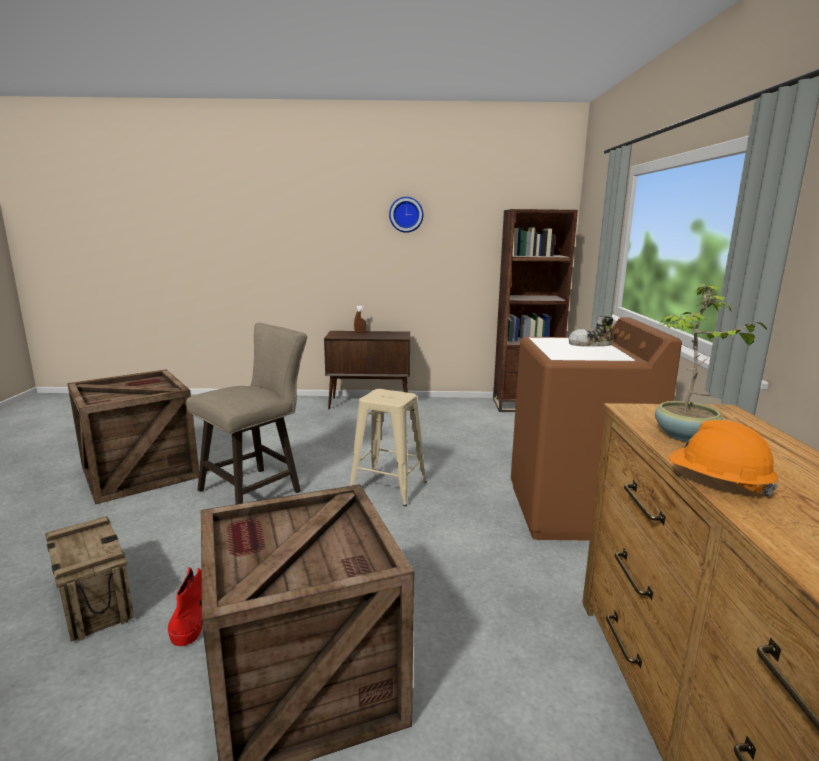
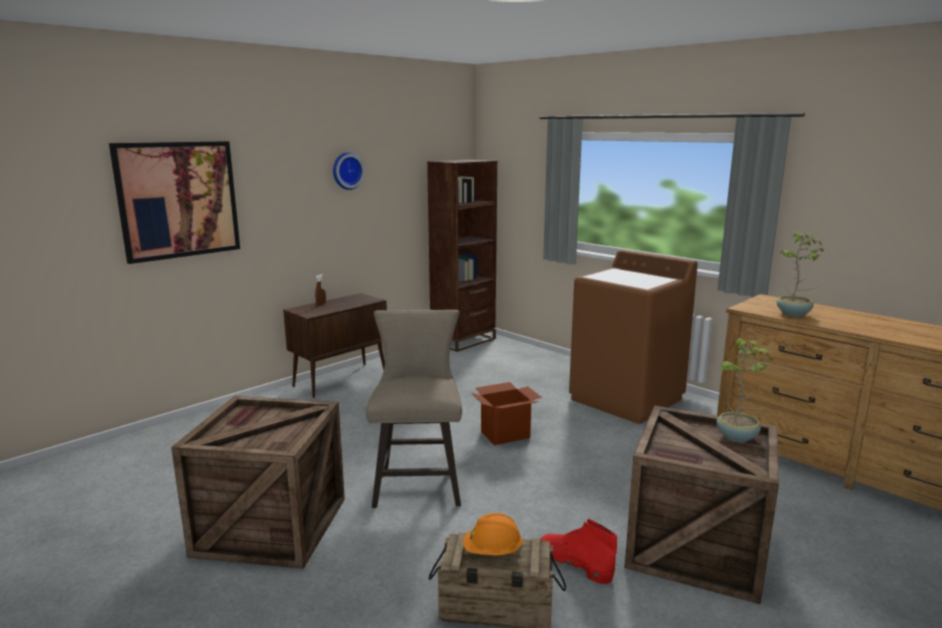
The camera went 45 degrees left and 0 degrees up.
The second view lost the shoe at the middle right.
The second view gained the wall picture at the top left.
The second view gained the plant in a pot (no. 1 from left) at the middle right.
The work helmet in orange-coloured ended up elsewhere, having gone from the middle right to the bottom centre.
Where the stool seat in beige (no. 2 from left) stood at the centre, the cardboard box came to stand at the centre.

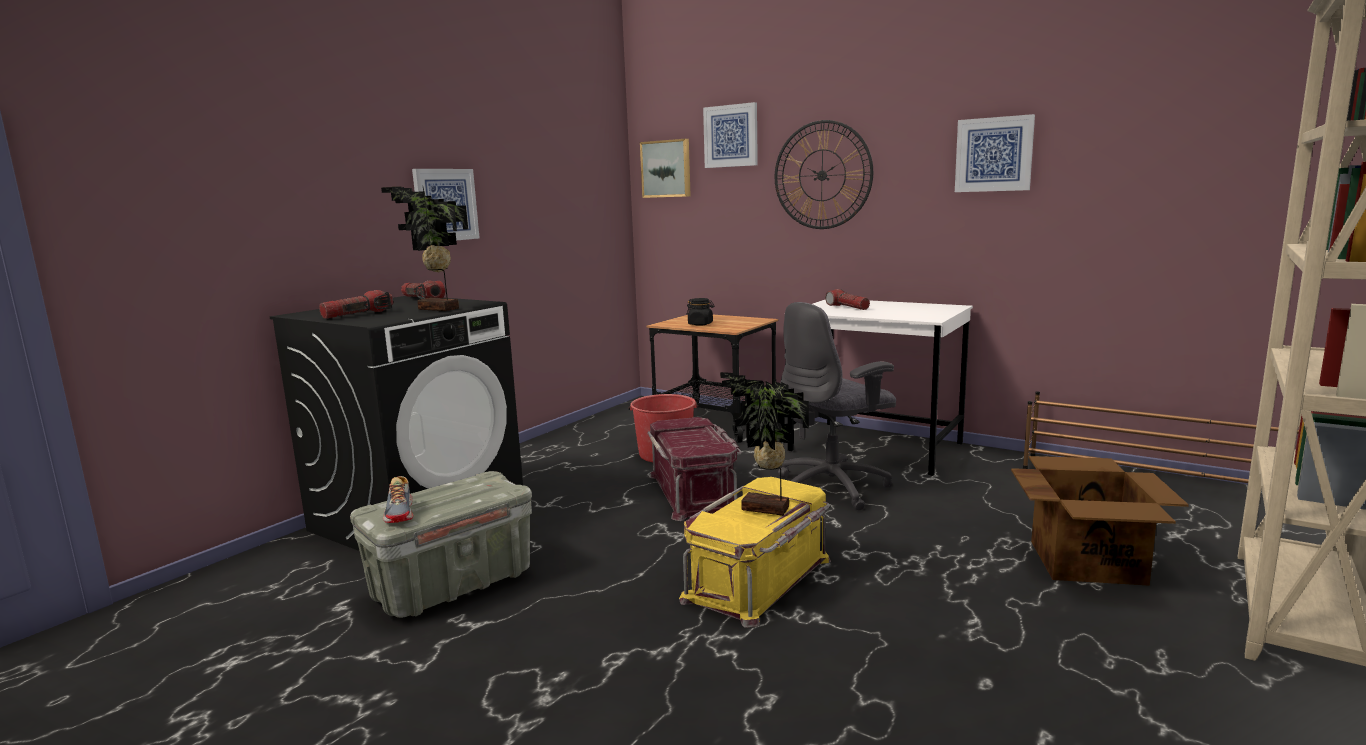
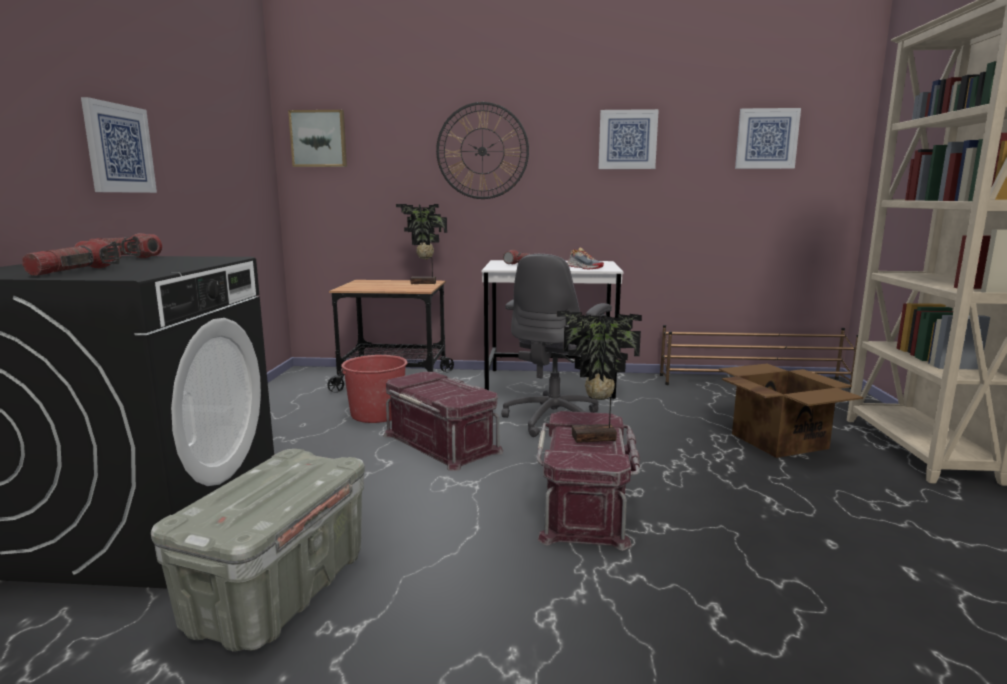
The camera went 30 degrees left and 0 degrees up.
The second view lost the storage jar in black-coloured at the centre.
The plant in a pot (no. 1 from left) ended up elsewhere, having gone from the top left to the centre.
The shoe ended up elsewhere, having gone from the bottom left to the centre.
The wall picture (no. 3 from left in the first image) ended up elsewhere, having gone from the top centre to the top right.
What was the storage bin in yellow-coloured at the bottom centre turned into the storage bin in red (no. 2 from left) at the bottom centre.

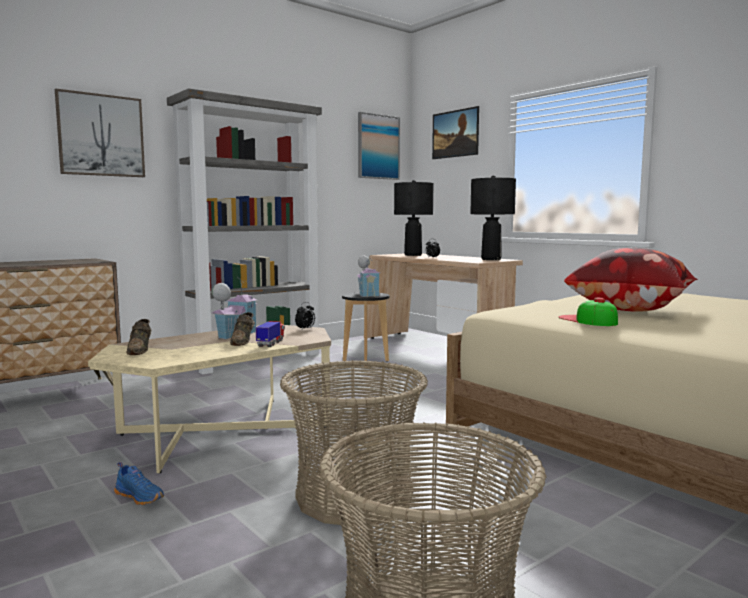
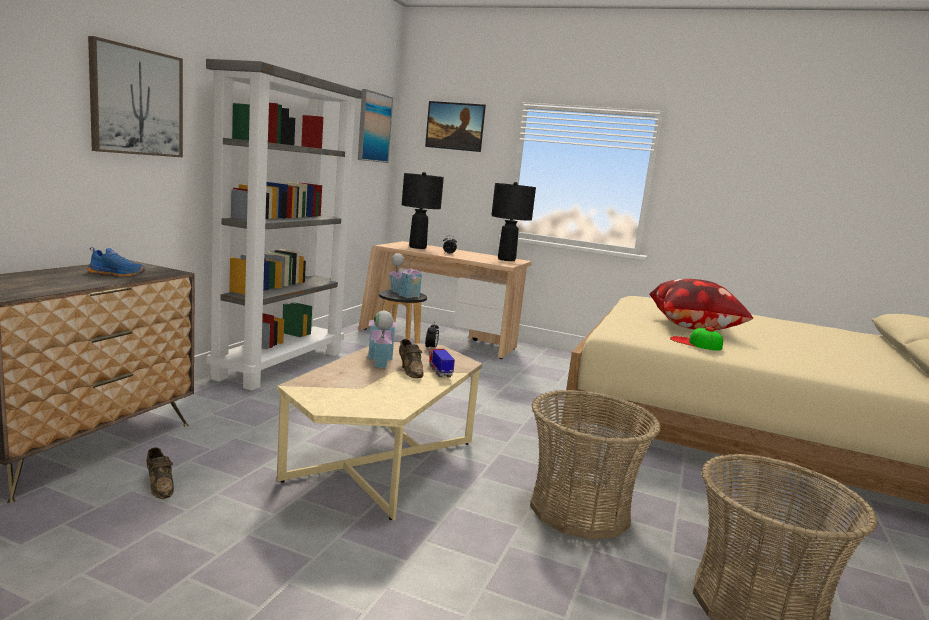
The camera went 30 degrees left and 5 degrees up.
The shoe in bluish ended up elsewhere, having gone from the bottom left to the middle left.
The shoe in brown (no. 1 from left) ended up elsewhere, having gone from the middle left to the bottom left.

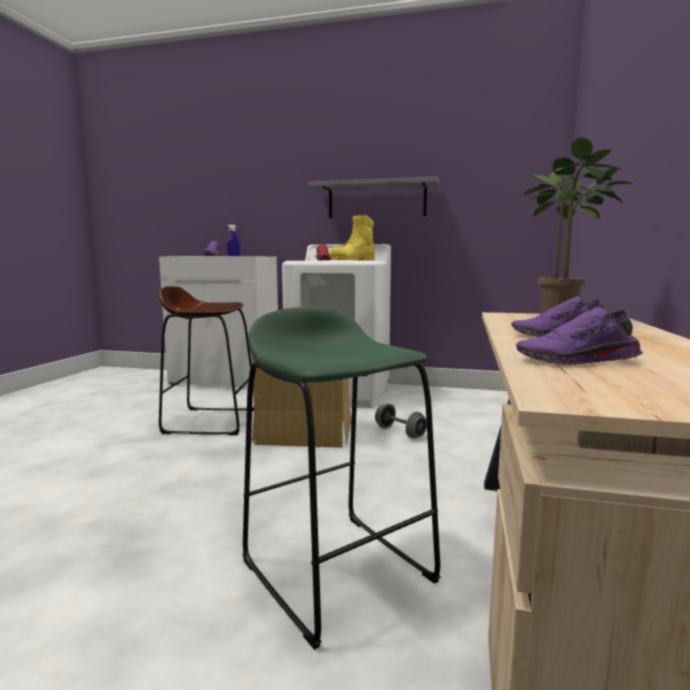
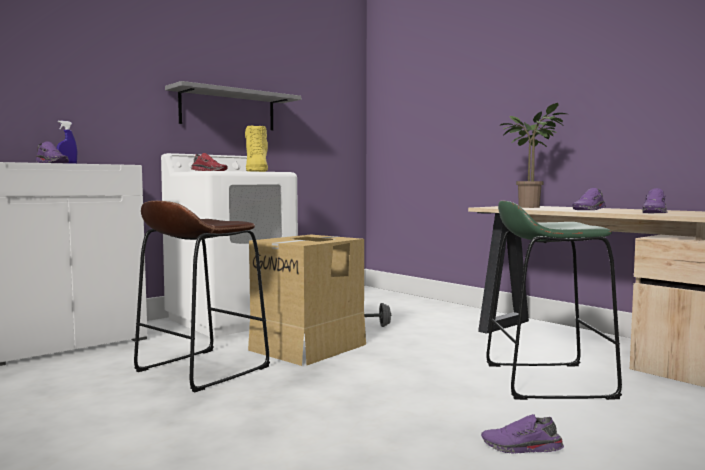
The camera went 55 degrees left and 5 degrees down.
The second view gained the shoe in purple-coloured (no. 2 from left) at the bottom right.

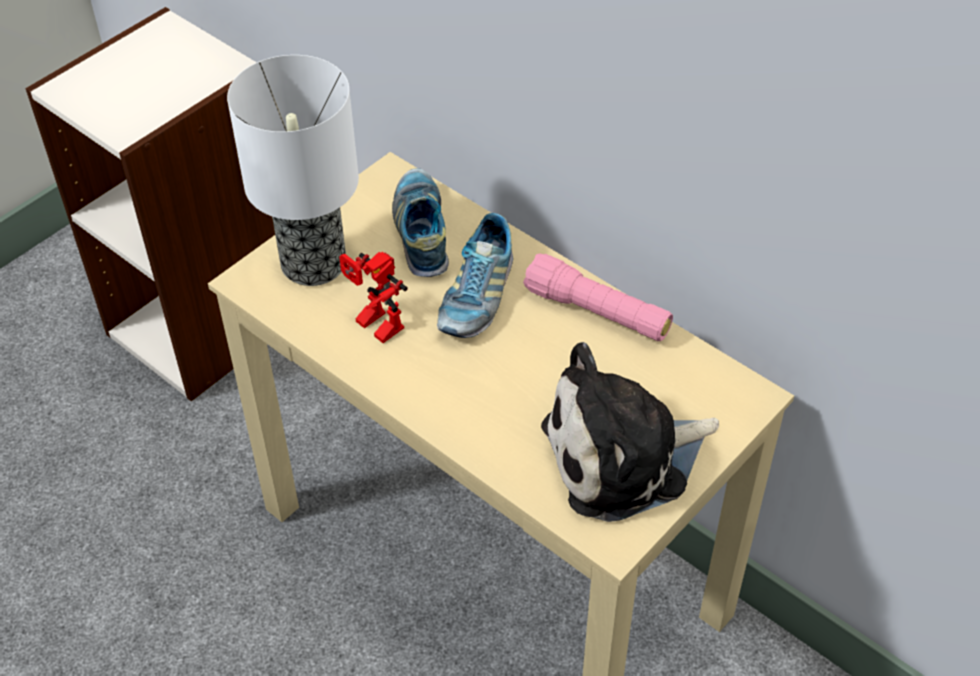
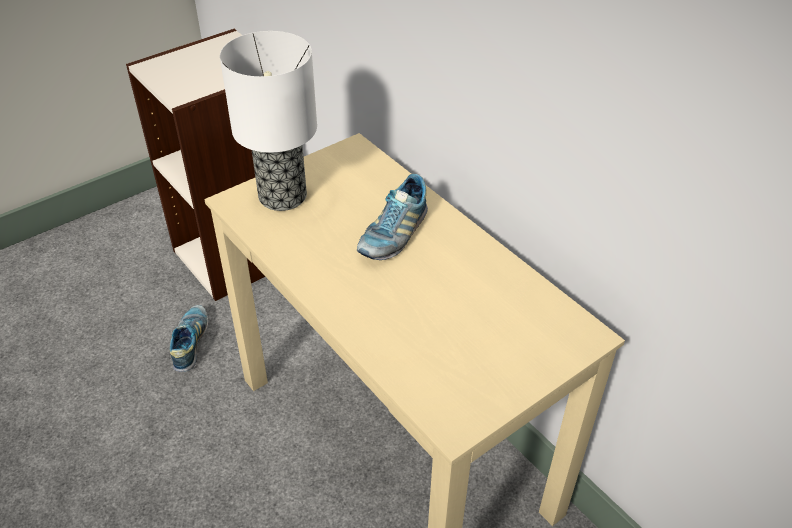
The camera went 10 degrees right and 5 degrees down.
The second view lost the model robot at the centre.
The second view lost the torch in pink at the centre.
The second view lost the plush toy at the centre.
The shoe (no. 1 from left) ended up elsewhere, having gone from the top centre to the middle left.

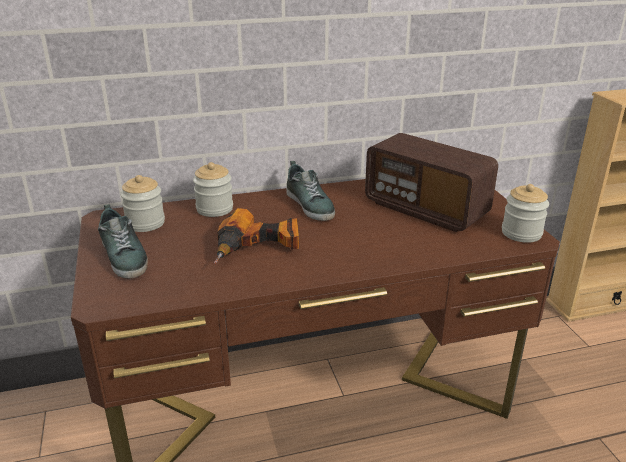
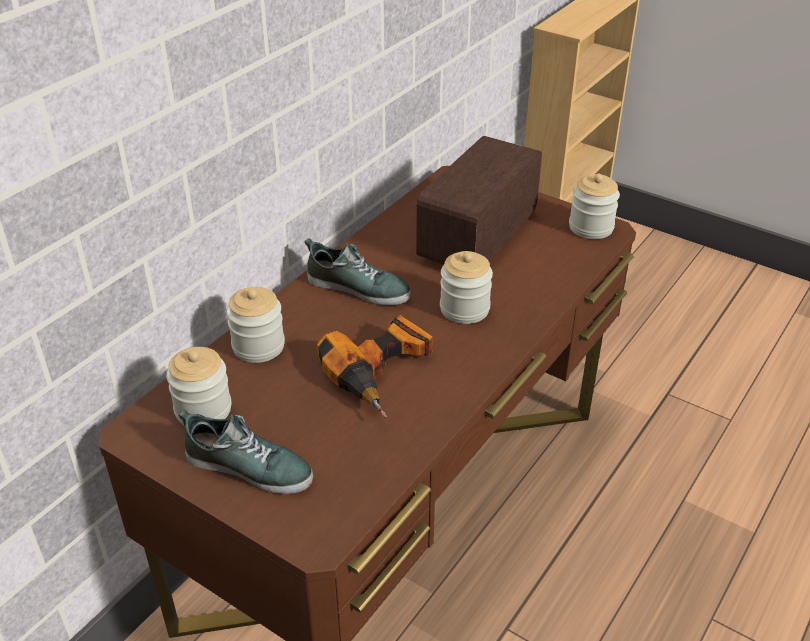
The camera went 40 degrees left and 10 degrees up.
The second view gained the storage jar (no. 3 from left) at the centre.
The radio set at the middle right ended up facing another way, 120 degrees clockwise from before.

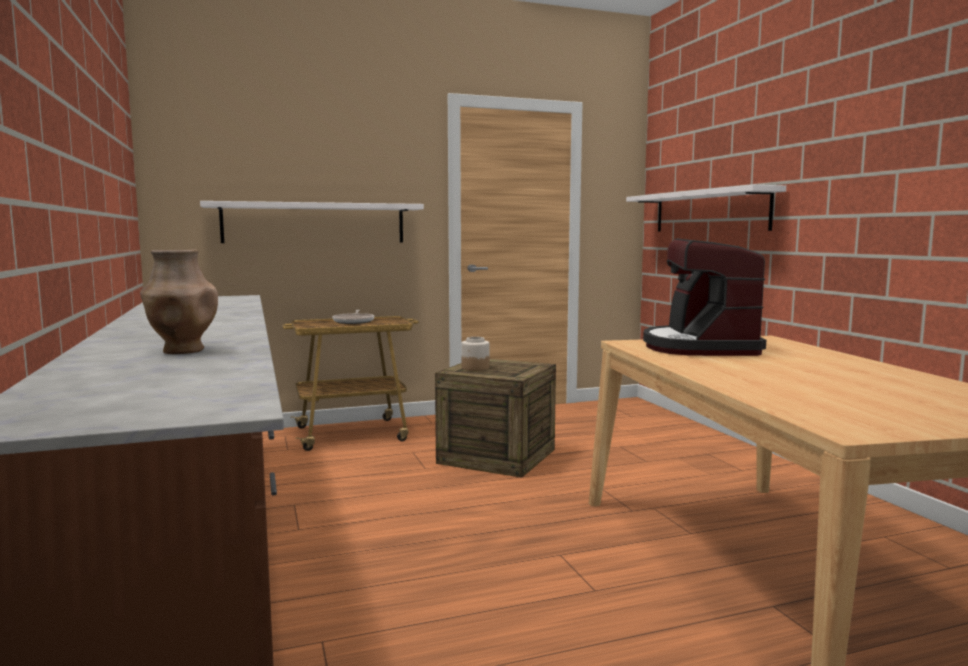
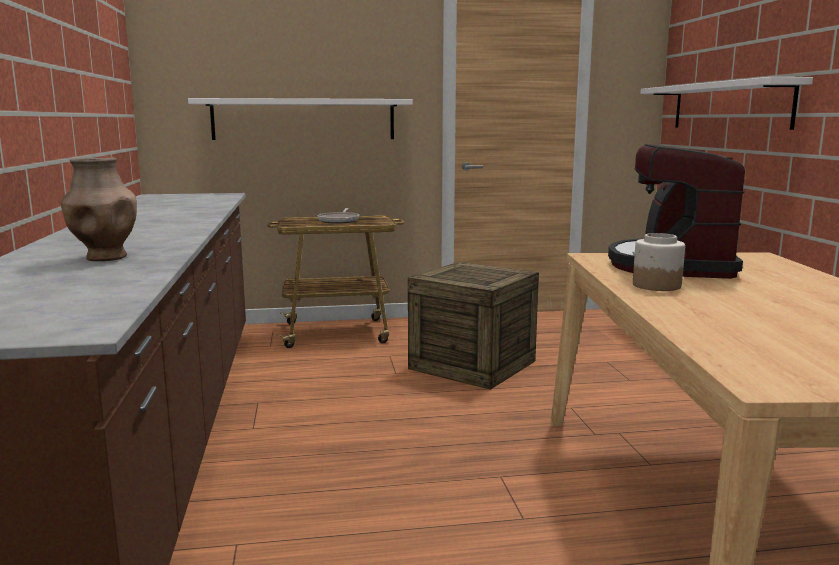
The camera went 10 degrees right and 5 degrees up.
The storage jar ended up elsewhere, having gone from the centre to the middle right.

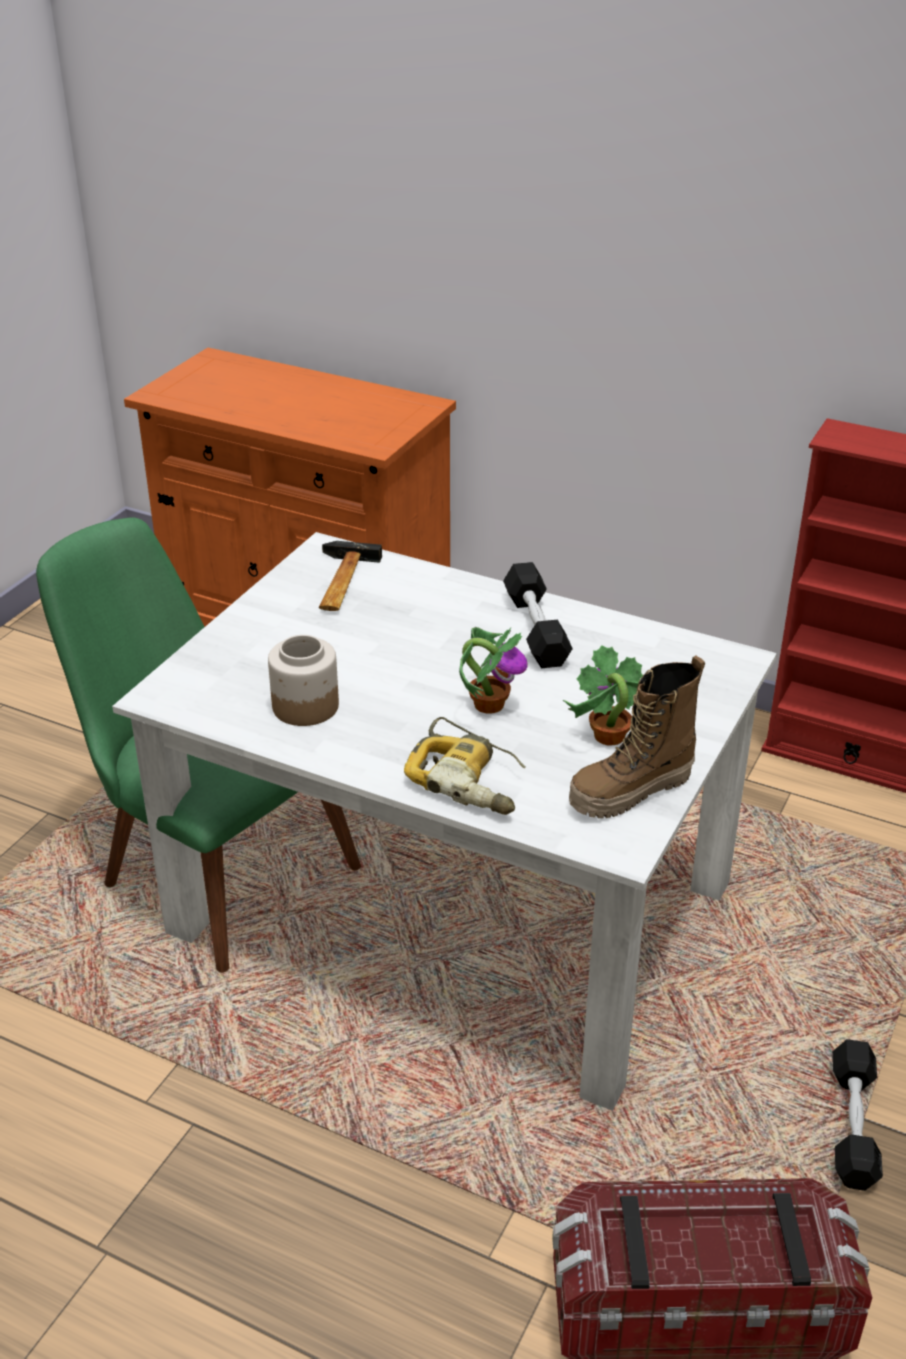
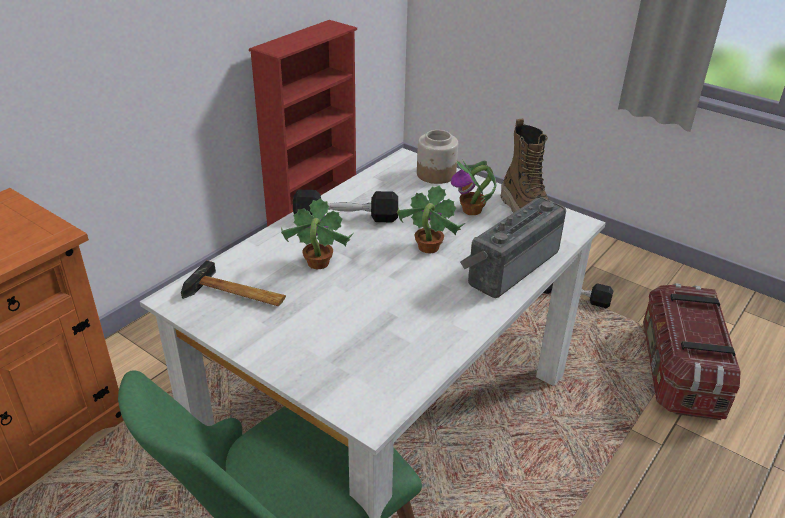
The camera went 80 degrees left and 0 degrees up.
The second view gained the plant in a pot (no. 1 from left) at the centre.
The storage jar ended up elsewhere, having gone from the centre to the top centre.
Where the power drill stood at the centre, the radio set came to stand at the centre.

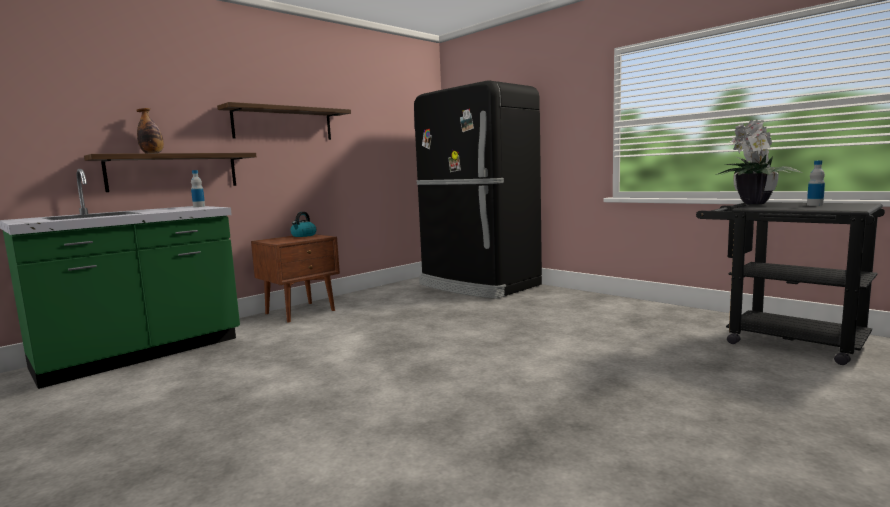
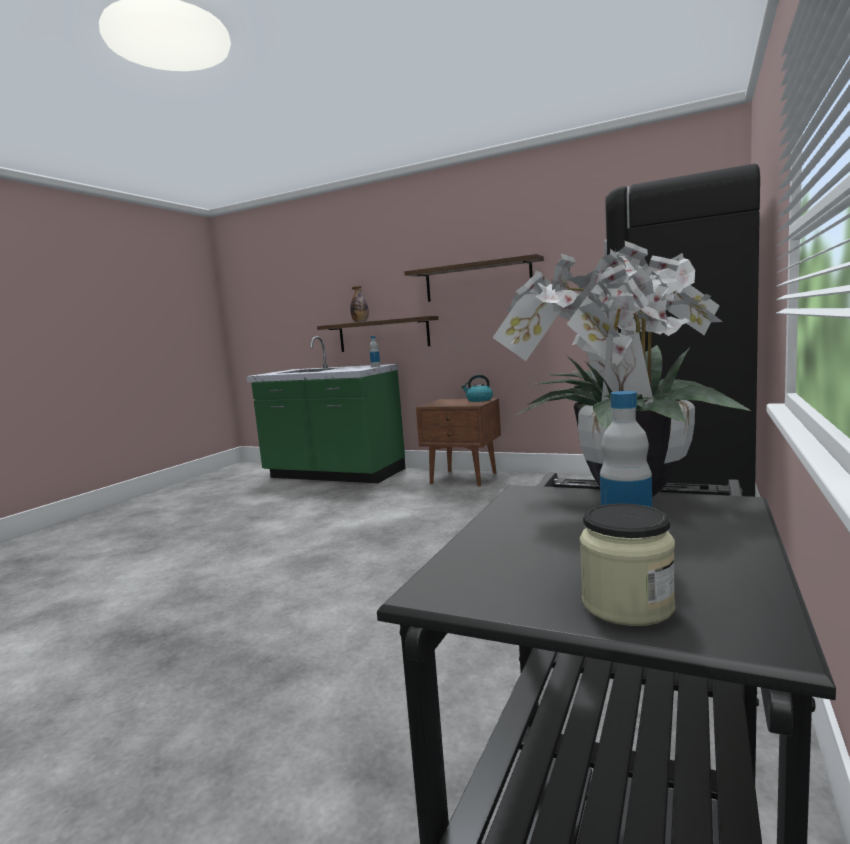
The camera went 70 degrees right and 0 degrees up.
The second view gained the storage jar at the bottom right.

